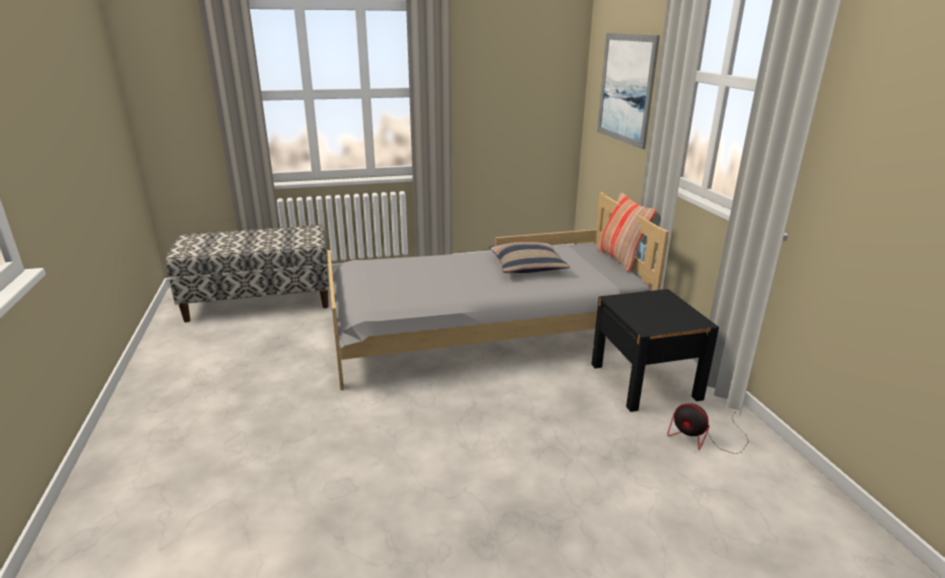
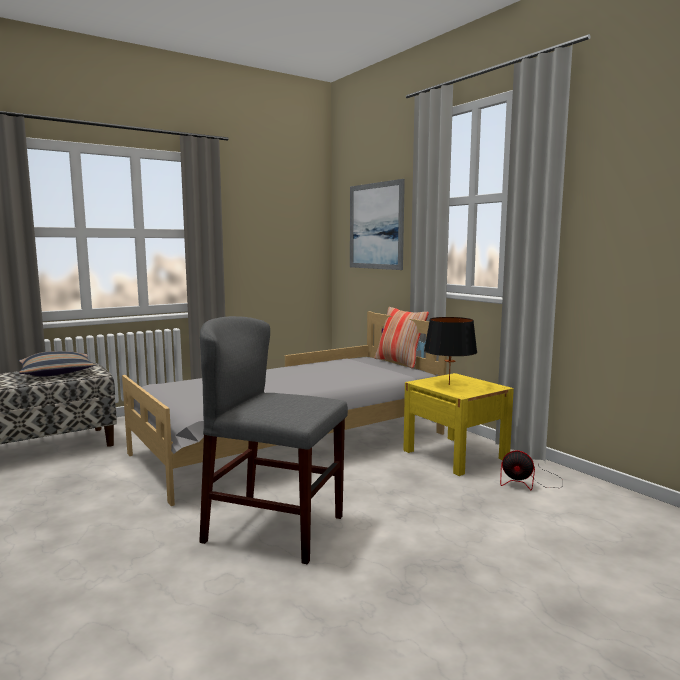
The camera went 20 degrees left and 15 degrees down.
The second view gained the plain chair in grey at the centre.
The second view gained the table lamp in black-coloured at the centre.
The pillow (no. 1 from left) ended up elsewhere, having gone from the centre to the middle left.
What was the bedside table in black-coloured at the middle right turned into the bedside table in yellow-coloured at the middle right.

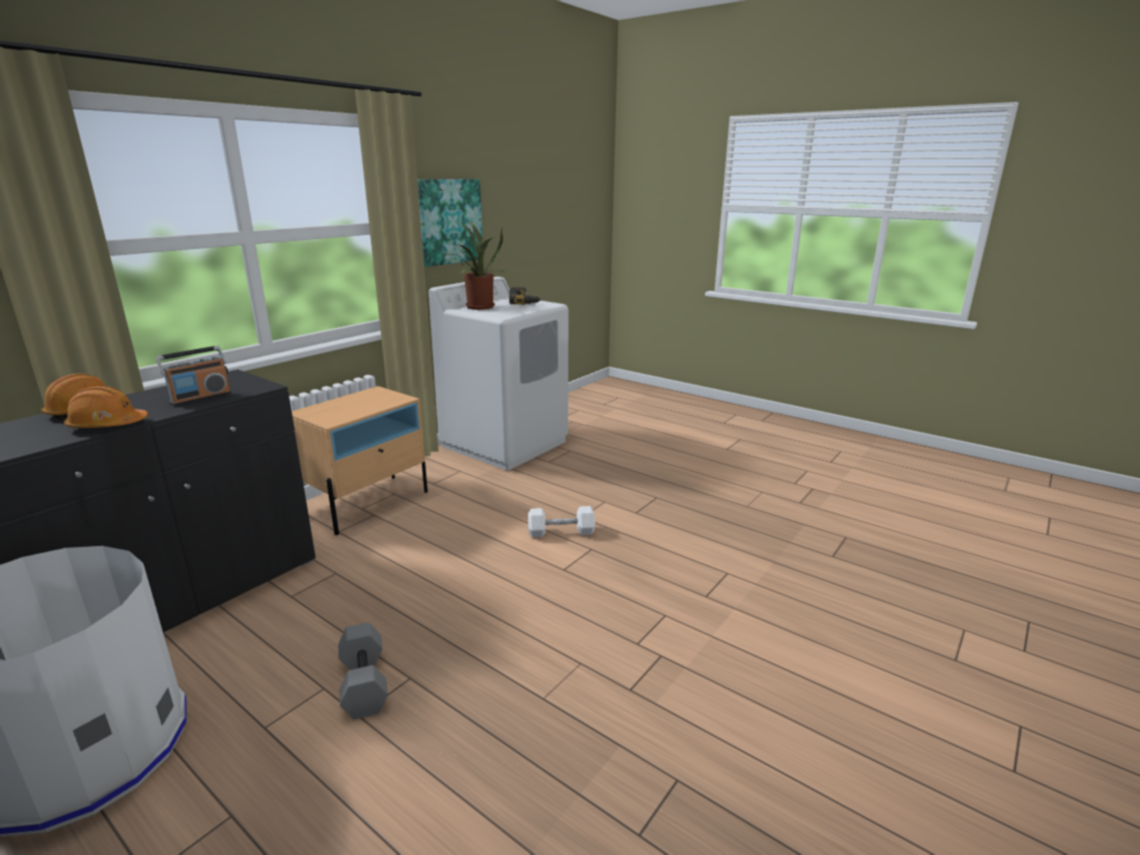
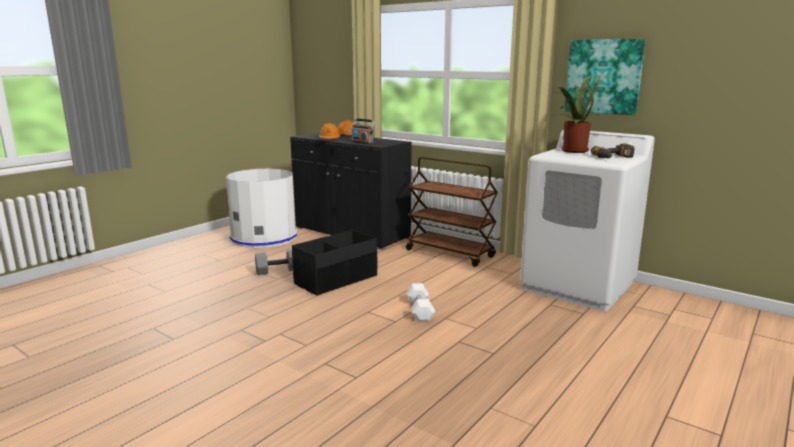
The camera went 90 degrees right and 5 degrees down.
The second view gained the storage bin in black-coloured at the centre.
Where the bedside table in beige stood at the middle left, the wheeled cart in brown came to stand at the centre.

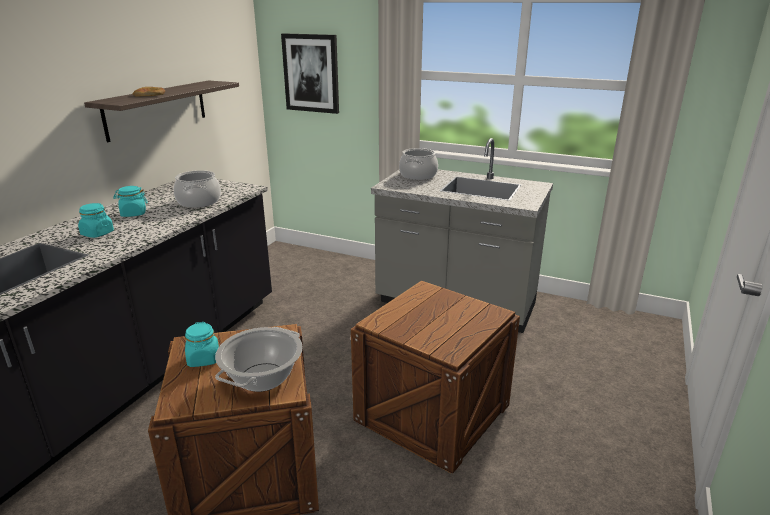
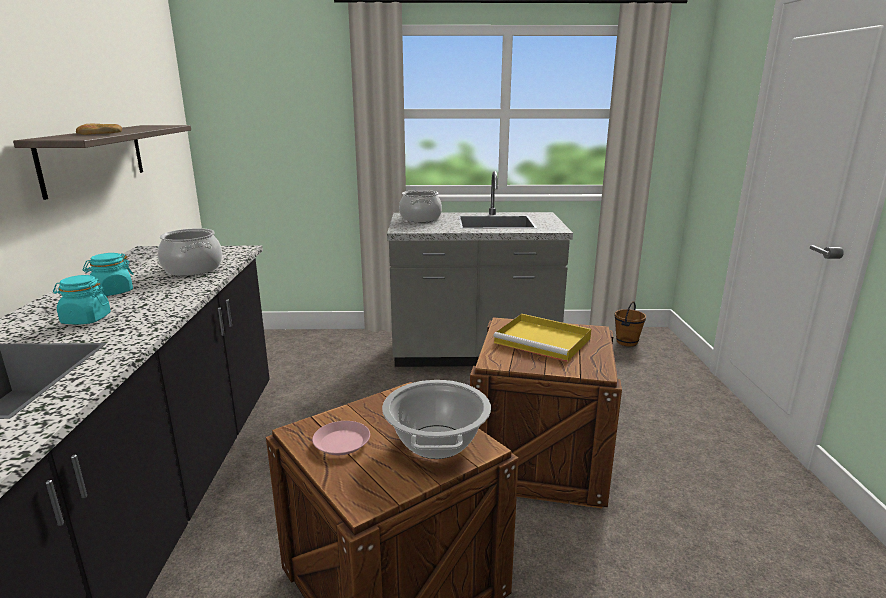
The camera went 25 degrees left and 5 degrees down.
The second view lost the wall picture at the top centre.
The second view gained the carrying tray in yellow-coloured at the centre.
The second view gained the water bucket in brown at the middle right.
Where the storage jar in blue-green (no. 3 from left) stood at the bottom left, the flat dish in pink came to stand at the bottom centre.

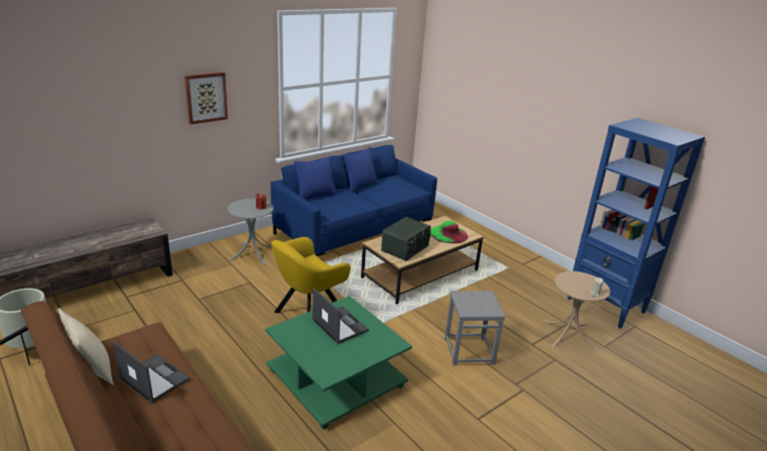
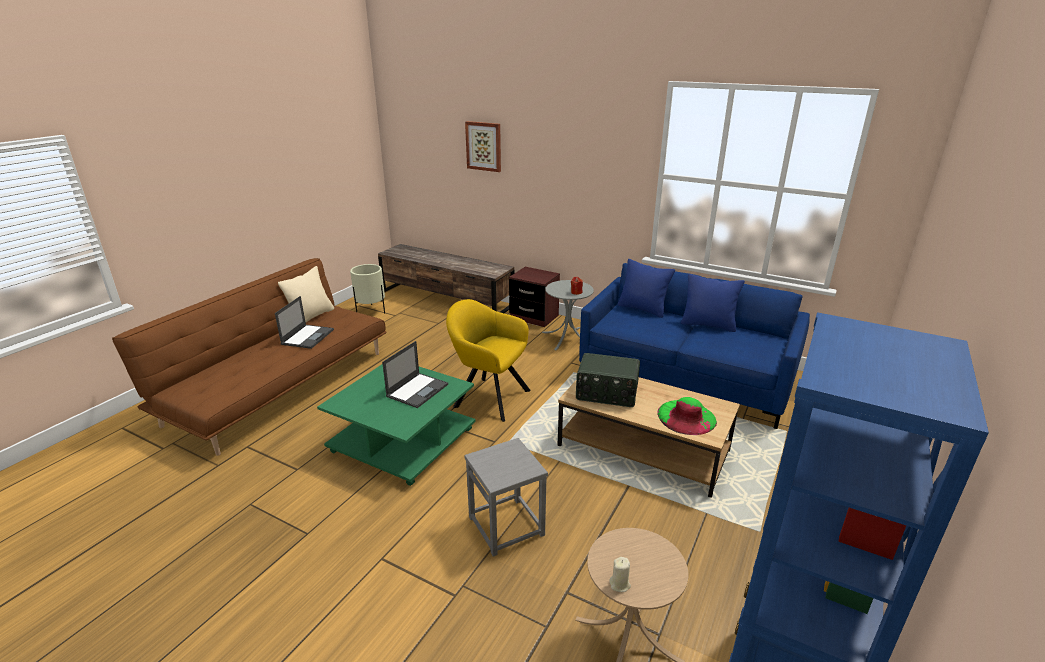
The camera went 70 degrees right and 0 degrees up.
The second view gained the bedside table in brown at the centre.
The wall picture ended up elsewhere, having gone from the top left to the top centre.

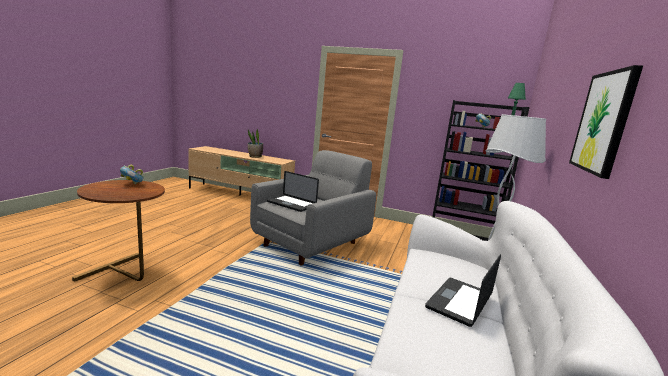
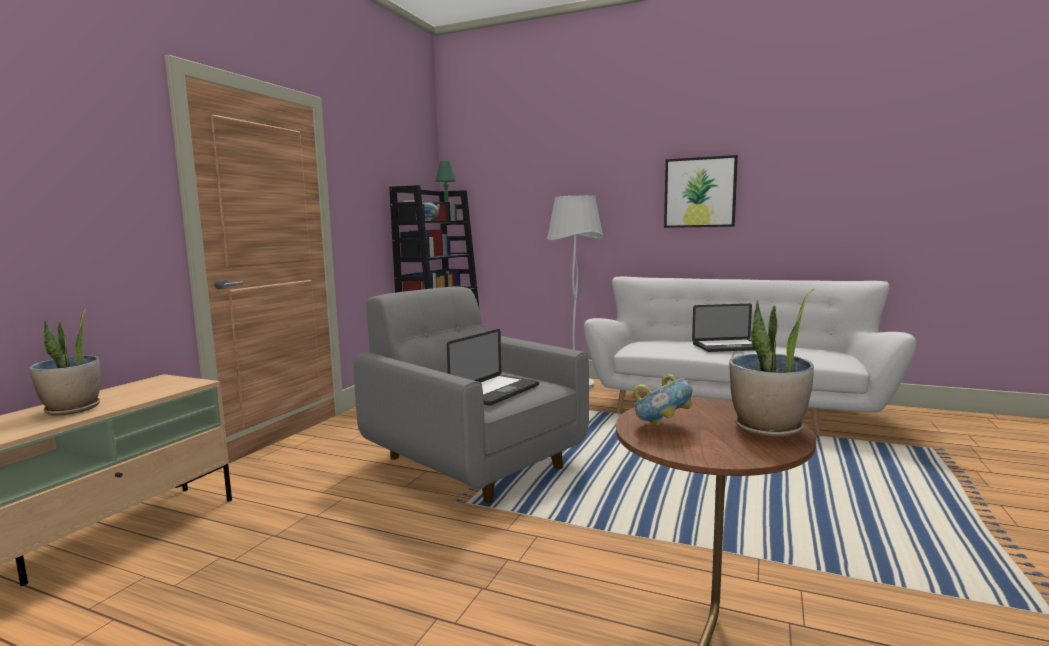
The camera went 85 degrees left and 5 degrees down.
The second view gained the plant in a pot (no. 2 from left) at the middle right.
The portable computer (no. 2 from left) at the bottom right ended up facing another way, 45 degrees counterclockwise from before.

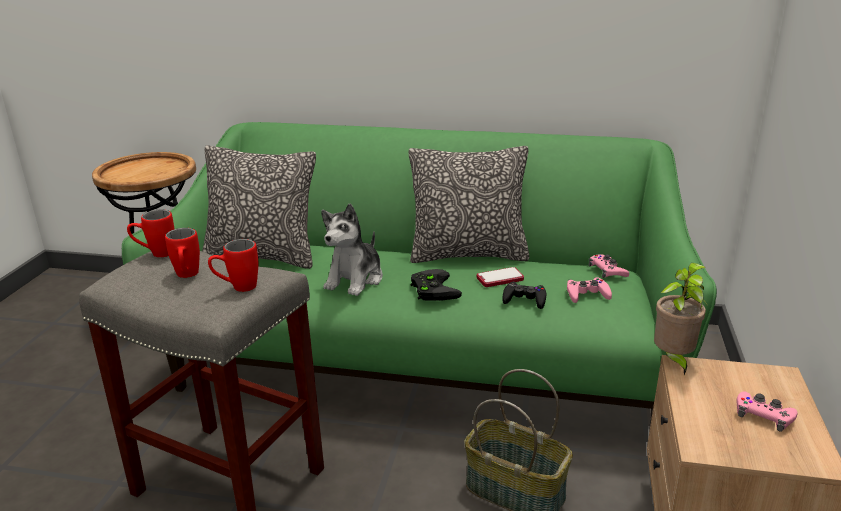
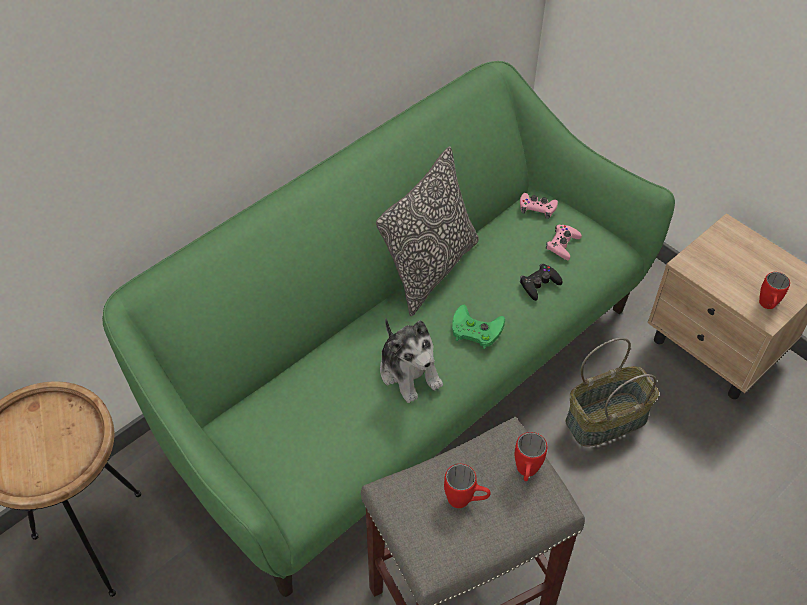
The camera went 55 degrees left and 25 degrees up.
The second view lost the pillow (no. 1 from left) at the middle left.
The second view lost the phone at the centre.
The second view lost the plant in a pot at the middle right.
The second view lost the gamepad in pink (no. 3 from left) at the bottom right.
The tea mug in red (no. 1 from left in the first image) ended up elsewhere, having gone from the middle left to the middle right.
What was the gamepad in black-coloured (no. 1 from left) at the centre turned into the gamepad in green-coloured at the centre.

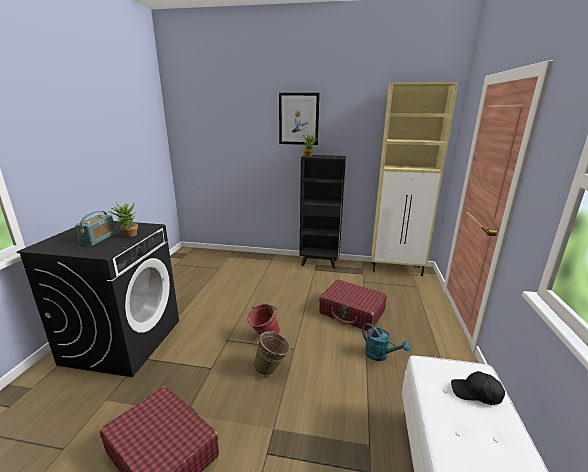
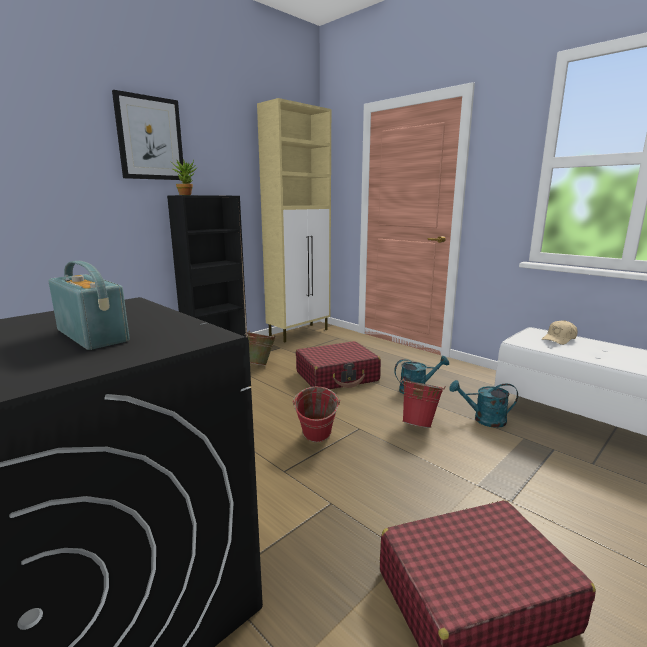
The camera went 55 degrees left and 5 degrees down.
The second view lost the plant in a pot (no. 1 from left) at the middle left.
The second view gained the water bucket in red (no. 2 from left) at the centre.
The second view gained the sprinkling can in blue-green (no. 2 from left) at the middle right.
The water bucket in green-coloured ended up elsewhere, having gone from the bottom centre to the centre.
What was the baseball cap in black-coloured at the bottom right turned into the baseball cap in beige at the middle right.

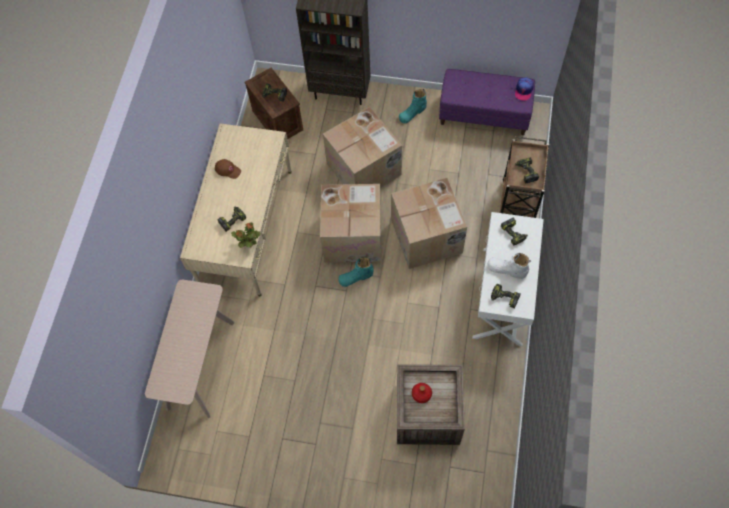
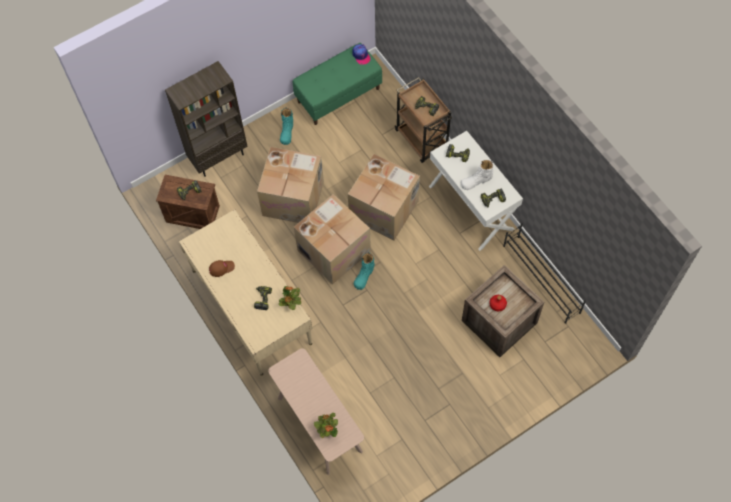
The camera went 45 degrees left and 0 degrees up.
The second view gained the plant in a pot (no. 2 from left) at the bottom centre.
The second view gained the shoe shelf in black-coloured at the middle right.
What was the long seat in purple-coloured at the top right turned into the long seat in green-coloured at the top centre.

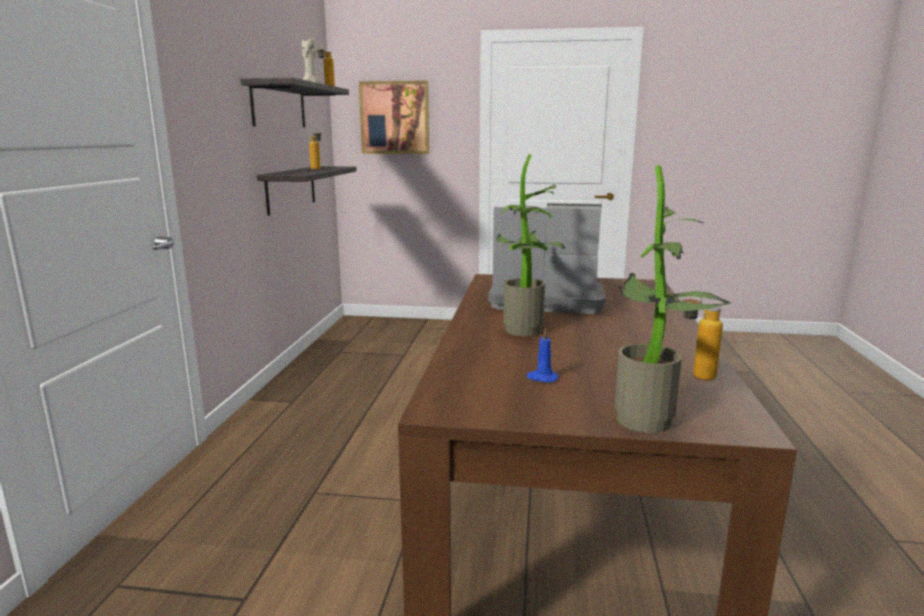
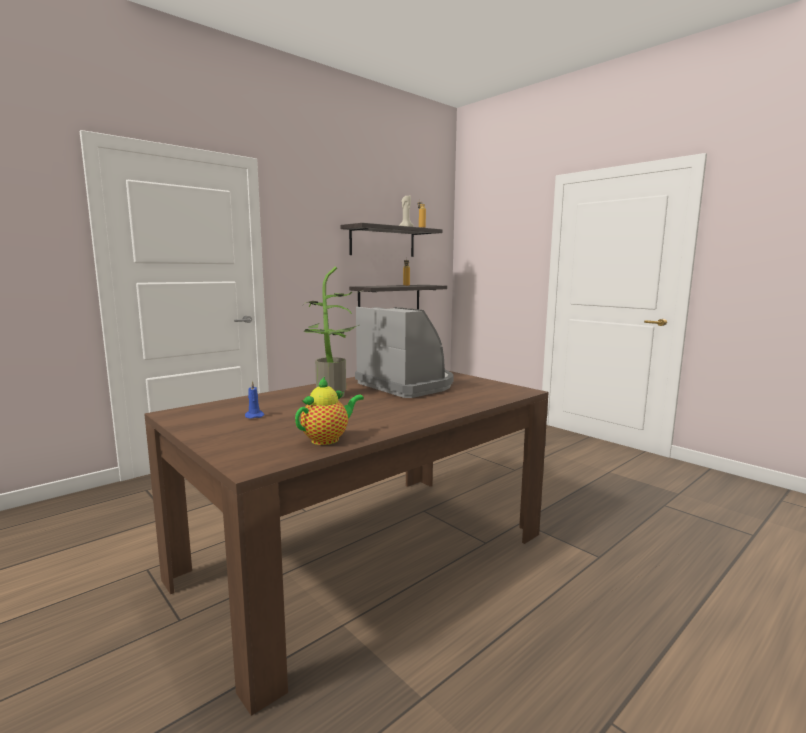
The camera went 40 degrees right and 5 degrees down.
The second view lost the wall picture at the top centre.
The second view lost the plant in a pot (no. 2 from left) at the middle right.
Where the drink bottle (no. 3 from left) stood at the middle right, the teapot came to stand at the centre.

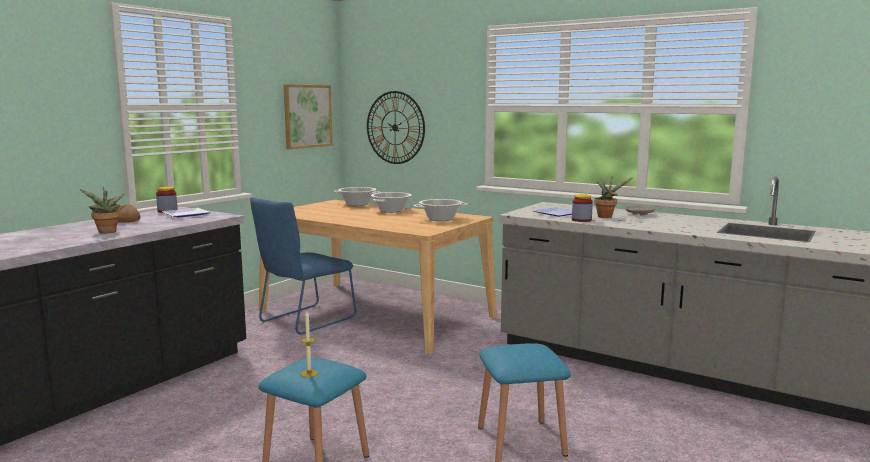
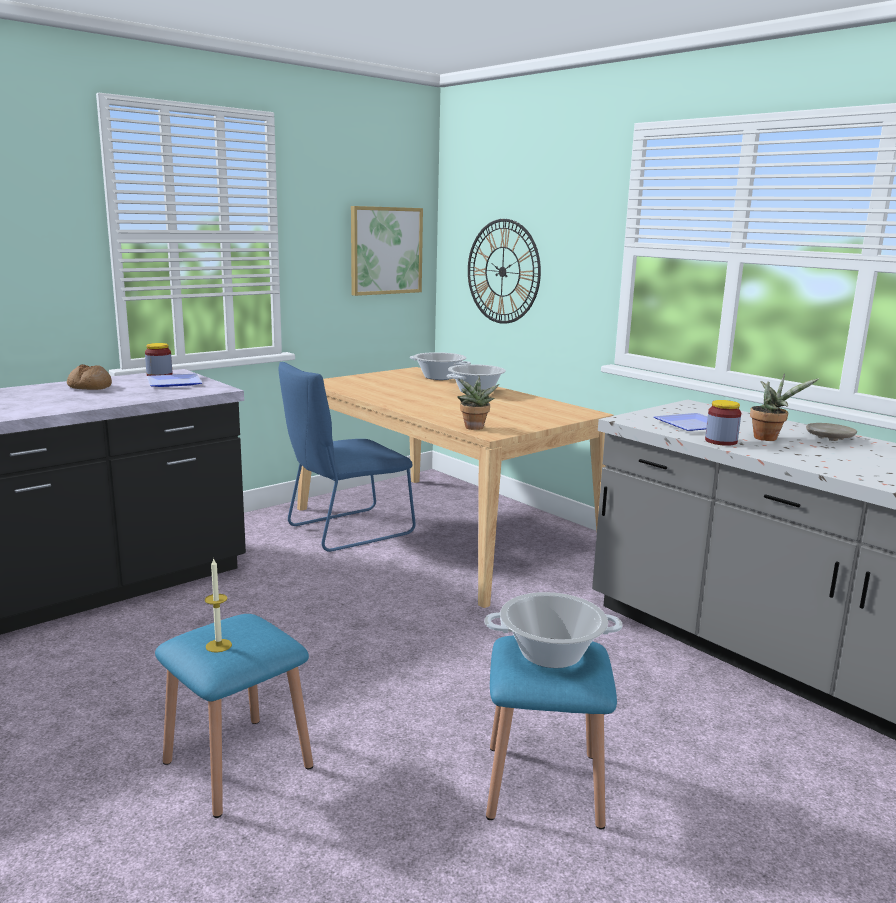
The camera went 15 degrees right and 5 degrees up.
The plant in a pot (no. 1 from left) ended up elsewhere, having gone from the middle left to the centre.
The cooking pot (no. 3 from left) ended up elsewhere, having gone from the centre to the bottom centre.

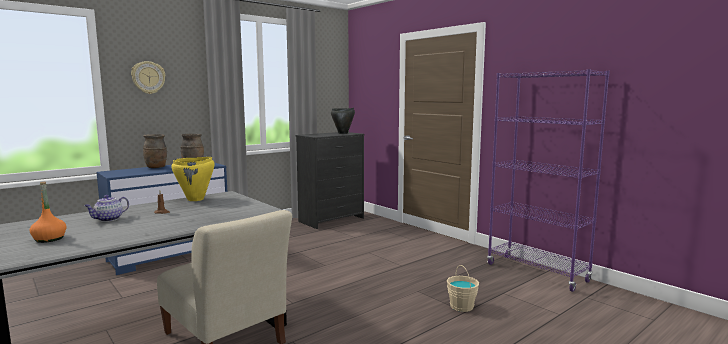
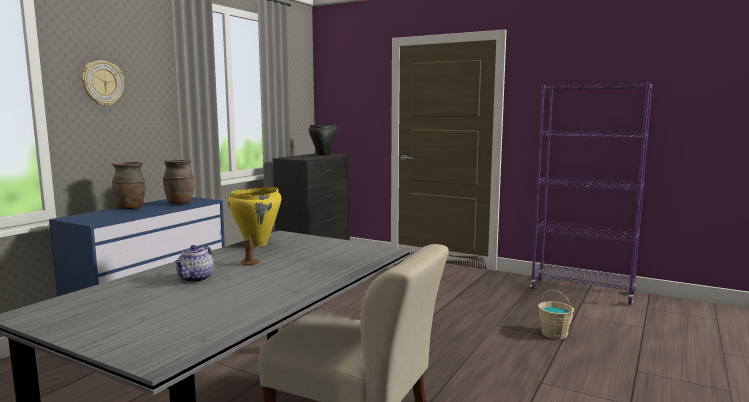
The camera went 20 degrees left and 0 degrees up.
The second view lost the drink bottle in orange-coloured at the middle left.

